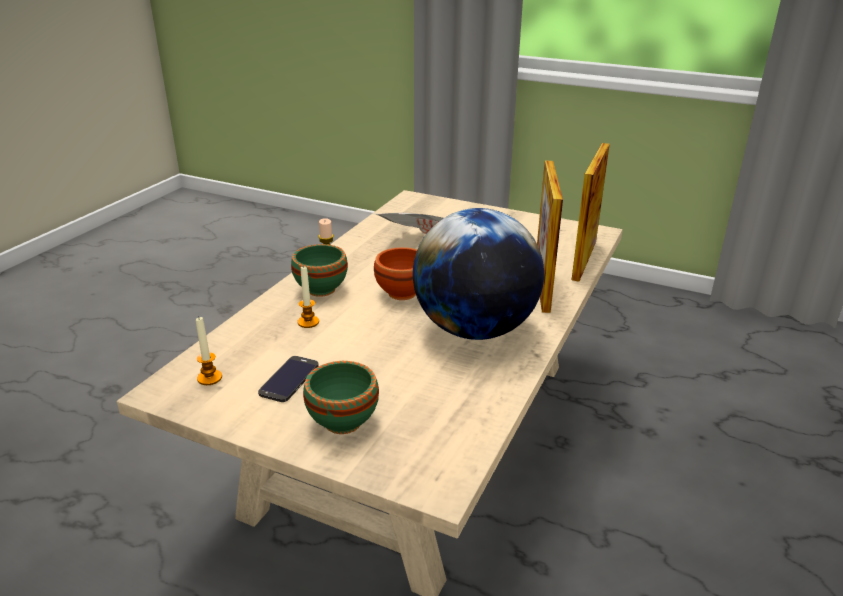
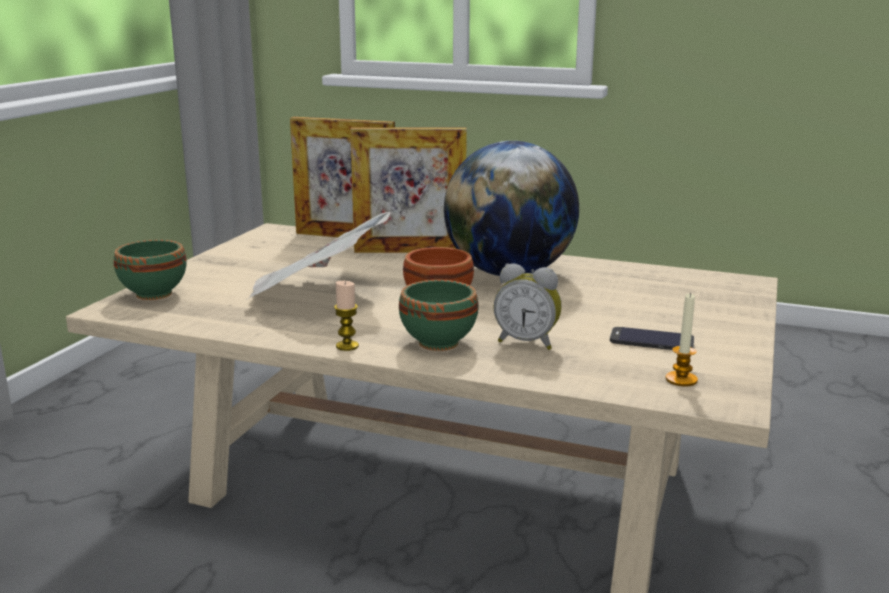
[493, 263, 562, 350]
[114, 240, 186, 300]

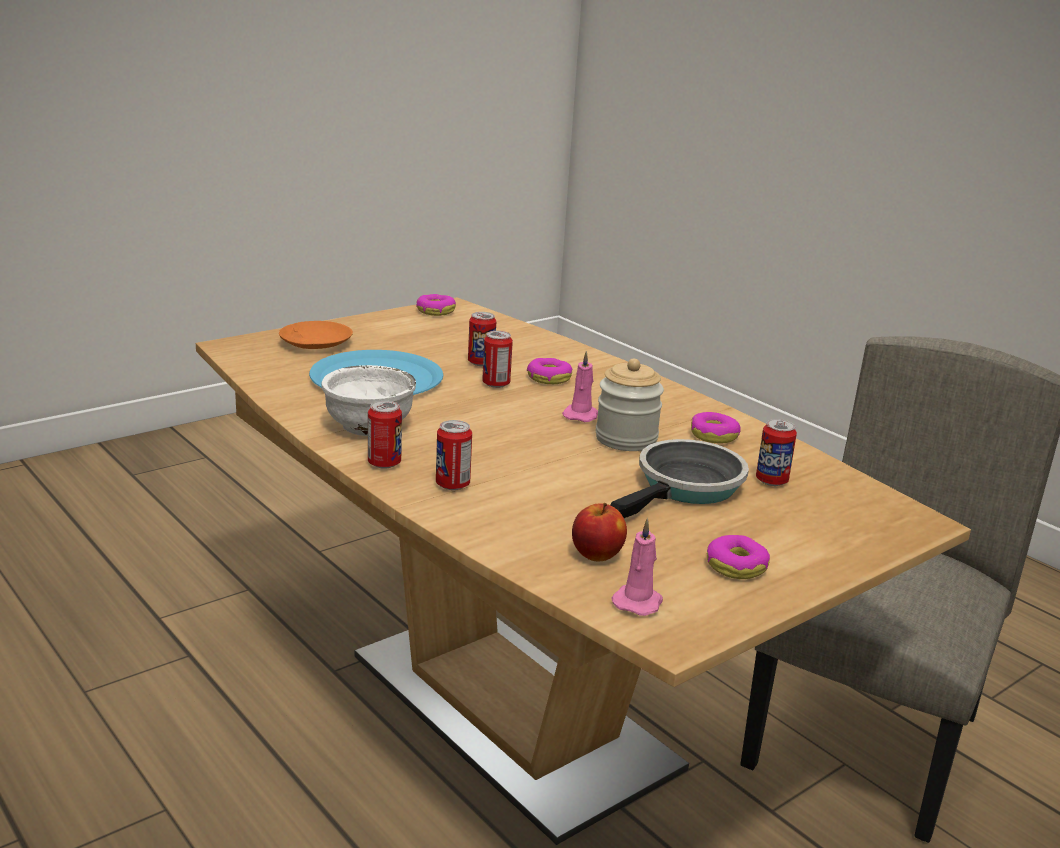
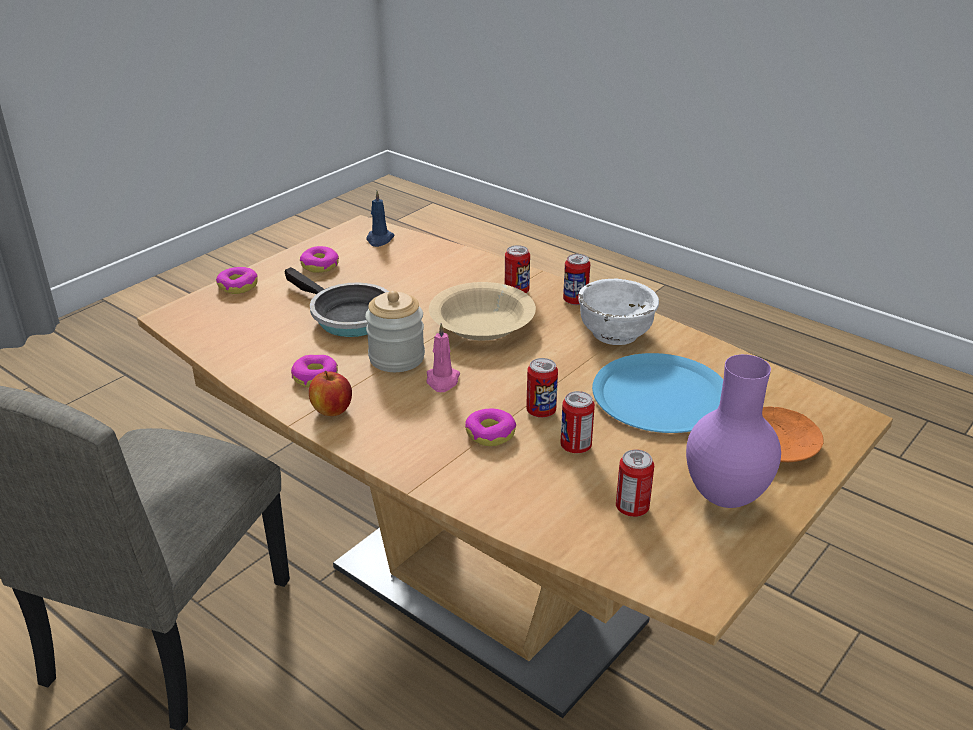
[216, 267, 258, 294]
[309, 371, 352, 416]
[285, 267, 389, 337]
[366, 191, 395, 247]
[616, 450, 654, 517]
[429, 282, 536, 340]
[686, 354, 781, 508]

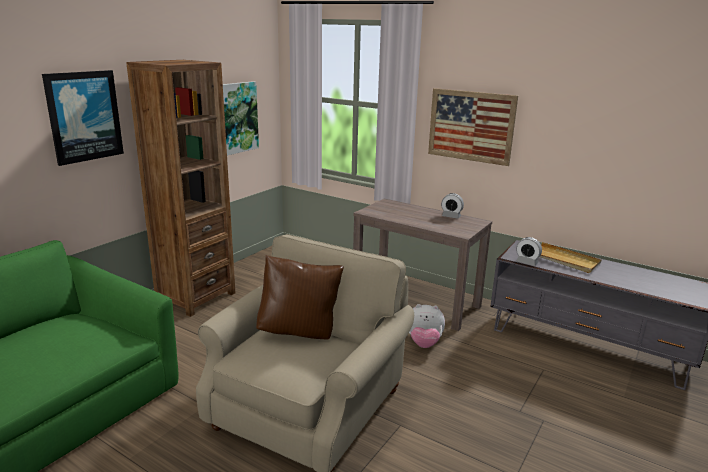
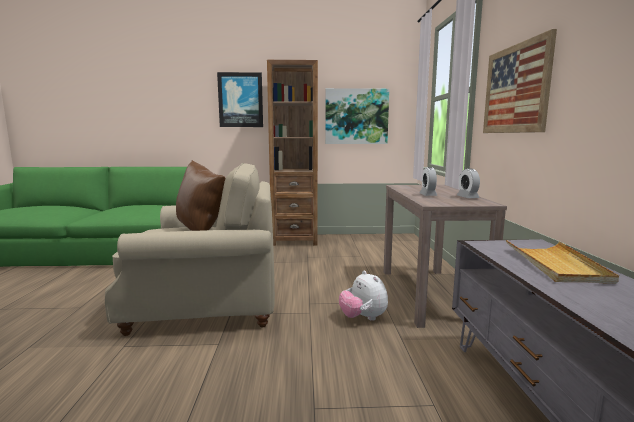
[420, 167, 437, 196]

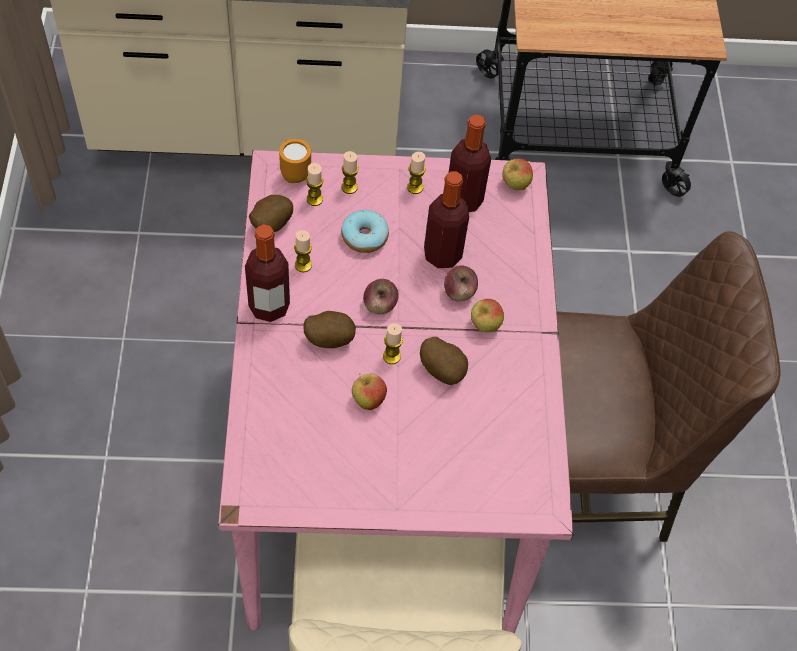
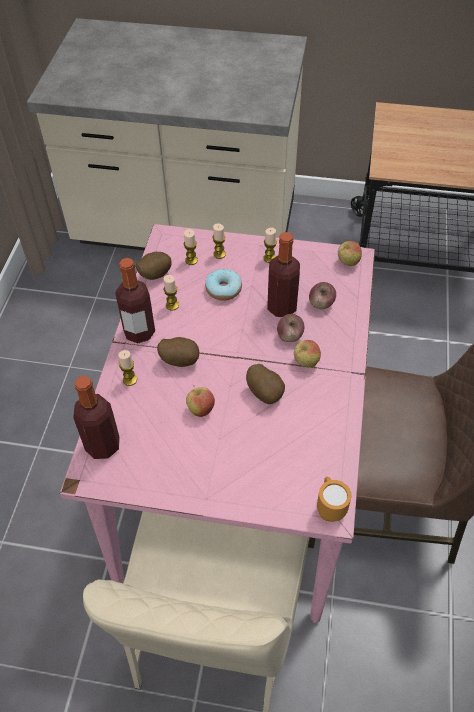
[317, 477, 352, 522]
[309, 282, 336, 309]
[118, 350, 137, 386]
[73, 376, 120, 459]

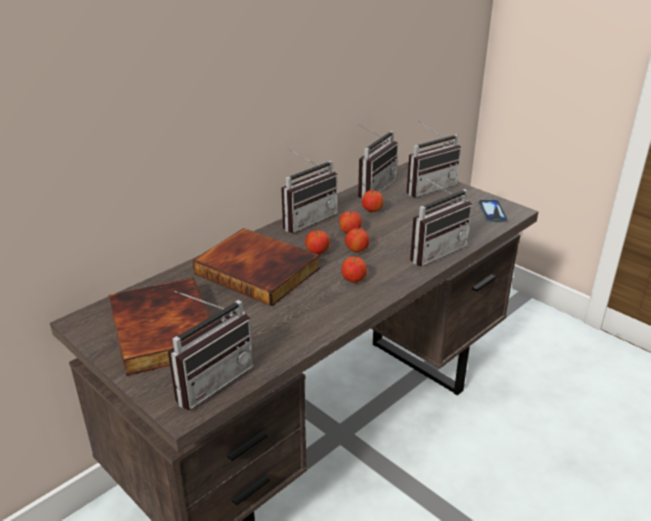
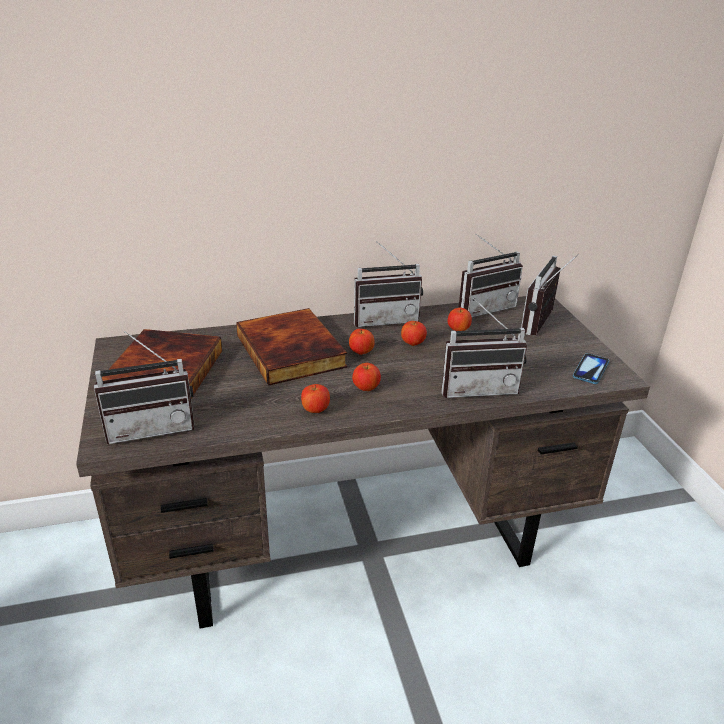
[301, 384, 330, 413]
[521, 254, 579, 335]

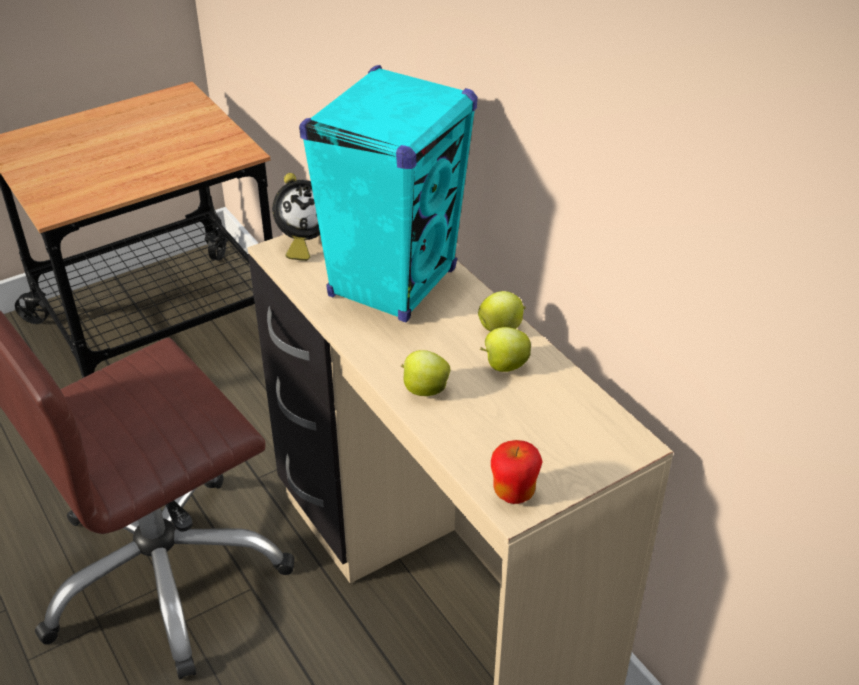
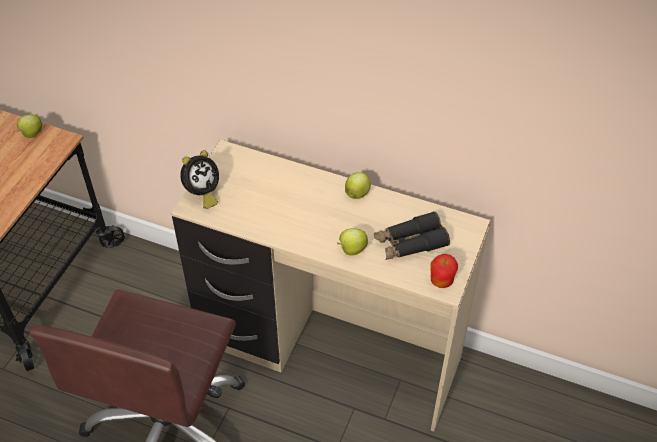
[299, 65, 478, 322] (first image)
[17, 115, 42, 138]
[374, 211, 450, 260]

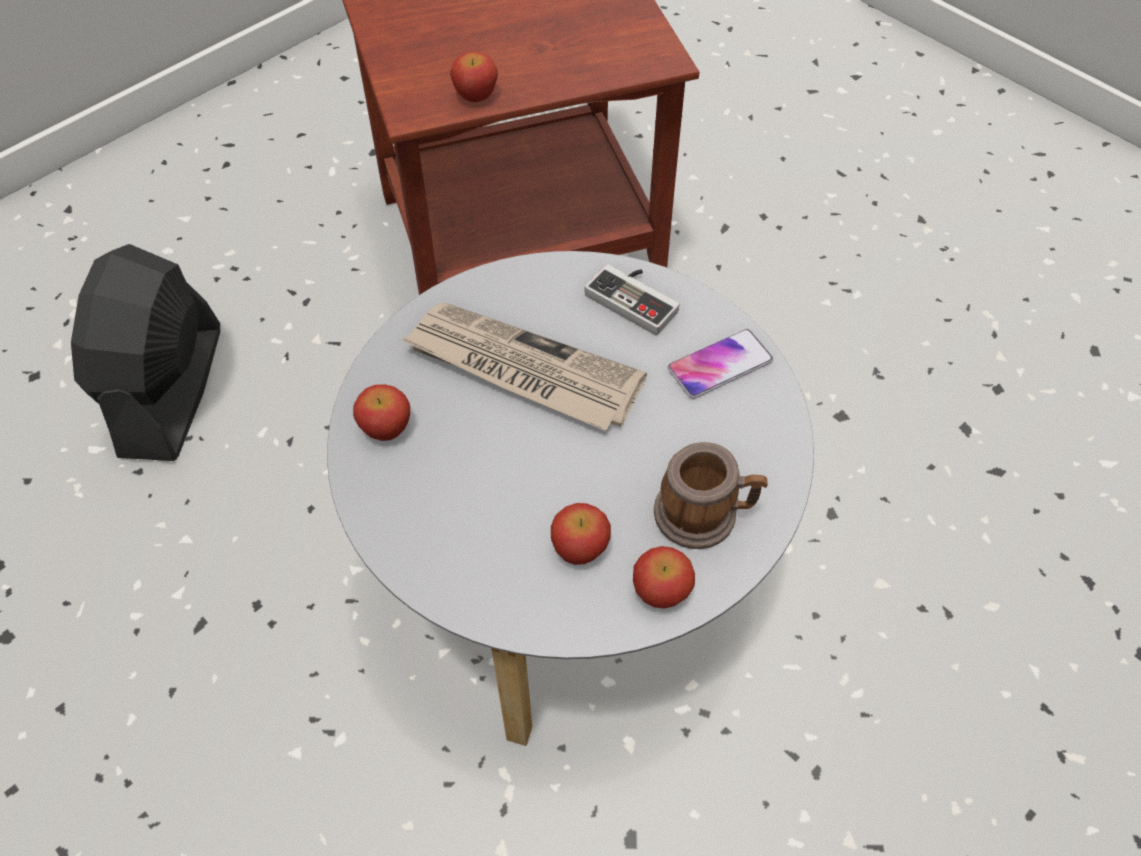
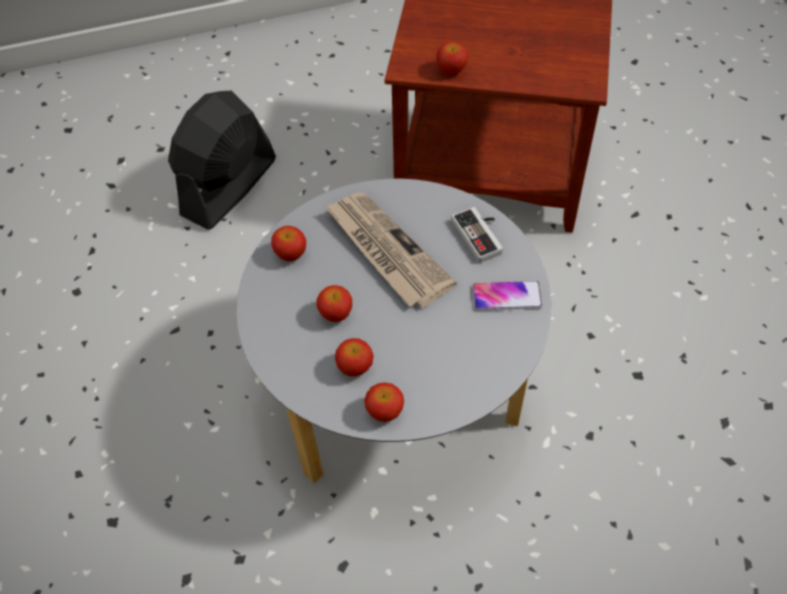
[654, 442, 768, 549] (first image)
[317, 285, 352, 322]

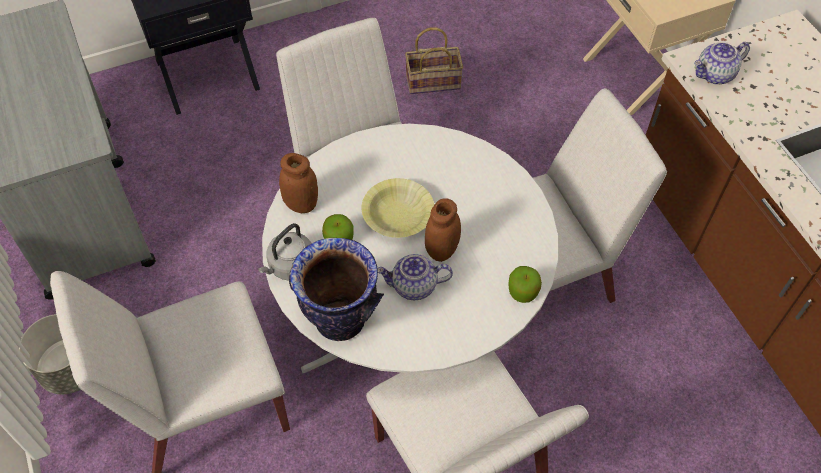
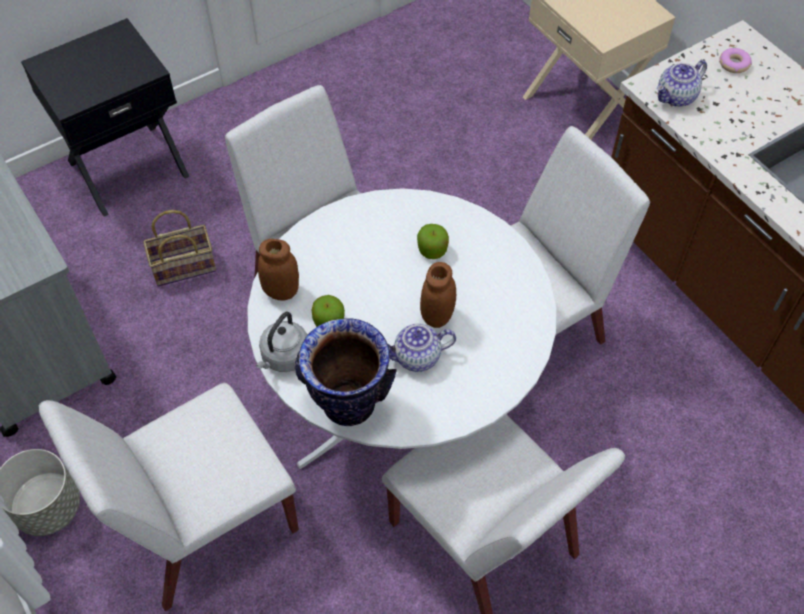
[361, 178, 434, 238] (first image)
[143, 210, 216, 287]
[417, 224, 449, 259]
[719, 48, 752, 73]

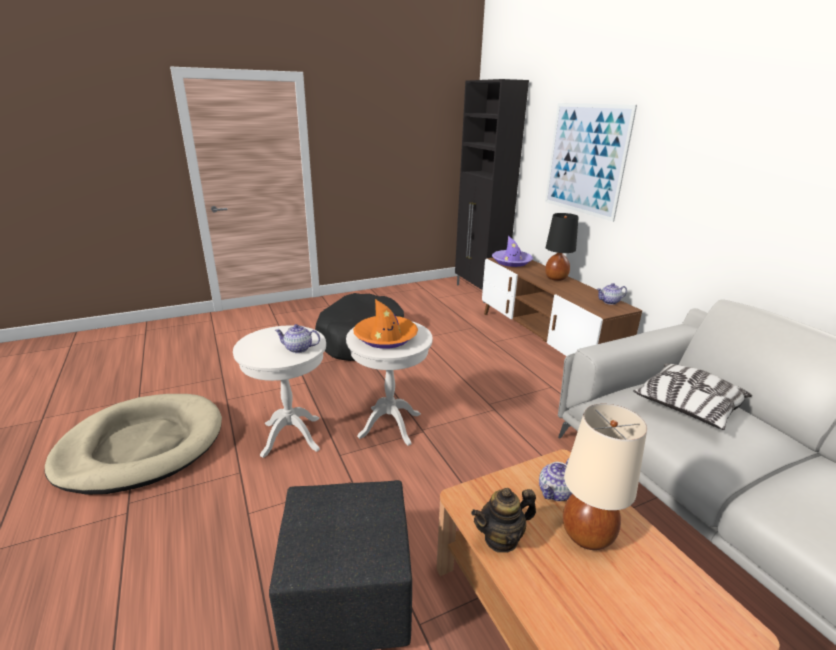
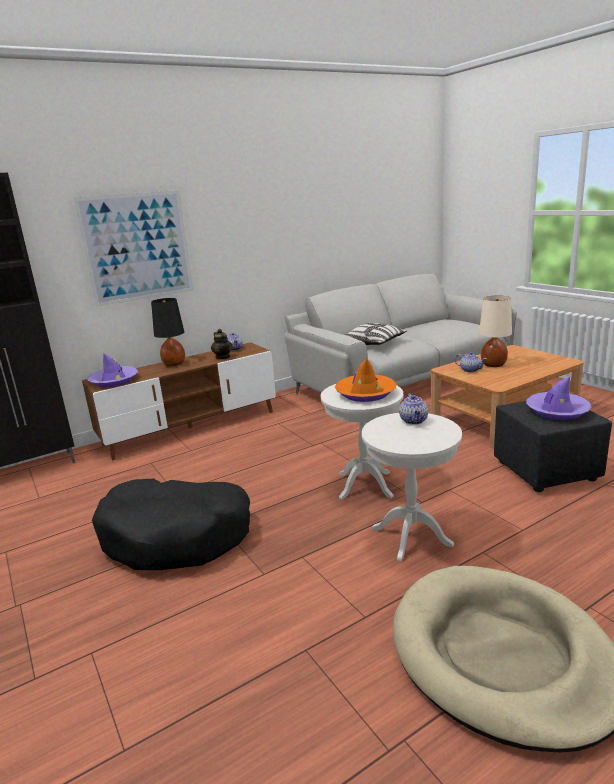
[211, 329, 232, 359]
[526, 377, 592, 420]

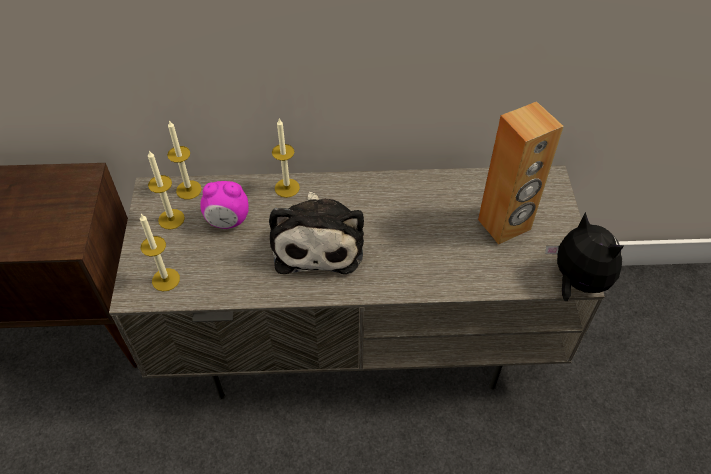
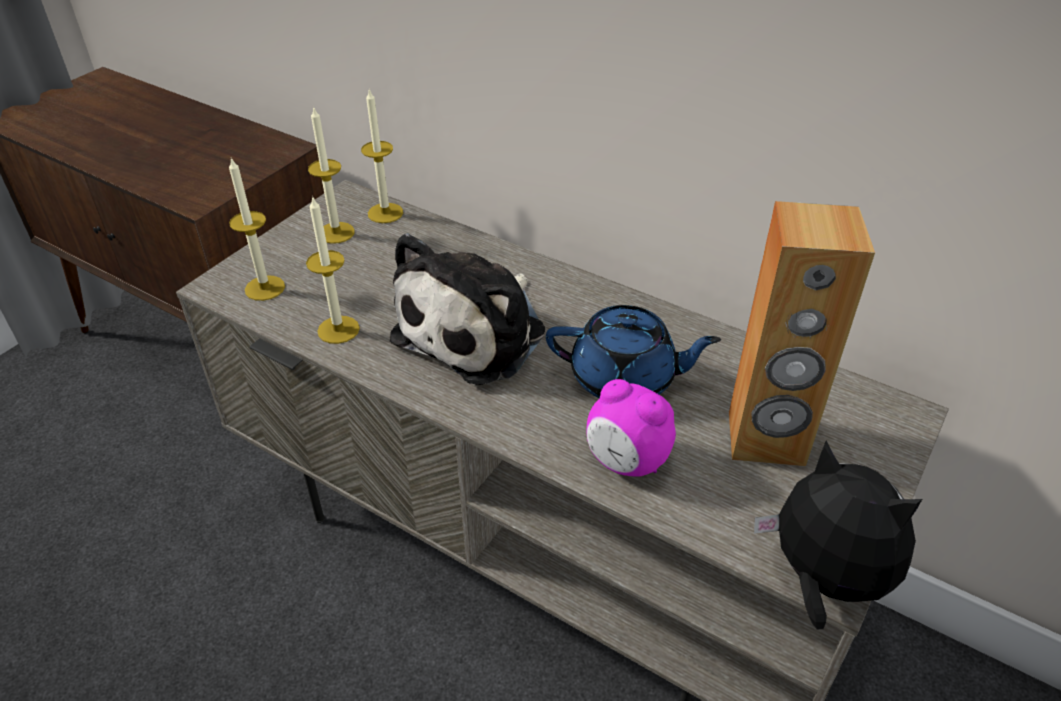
[586, 379, 676, 477]
[306, 196, 360, 344]
[754, 441, 922, 630]
[546, 305, 721, 398]

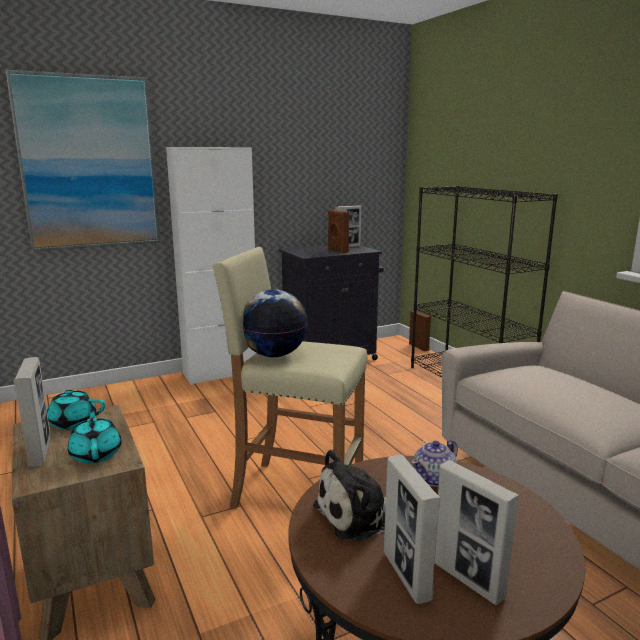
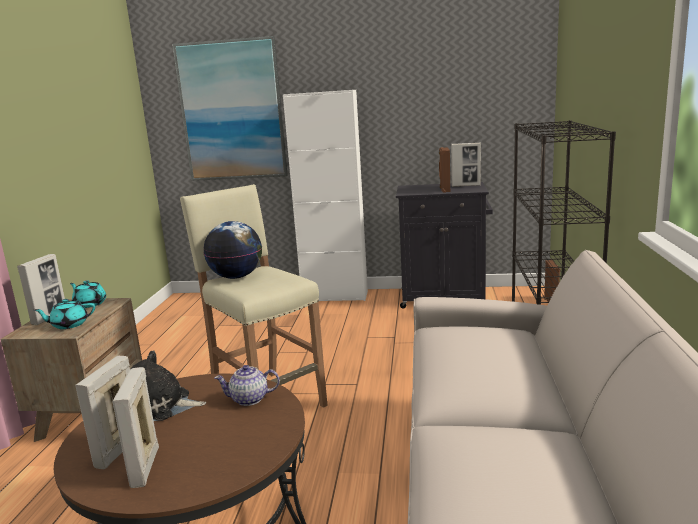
[34, 299, 95, 329]

